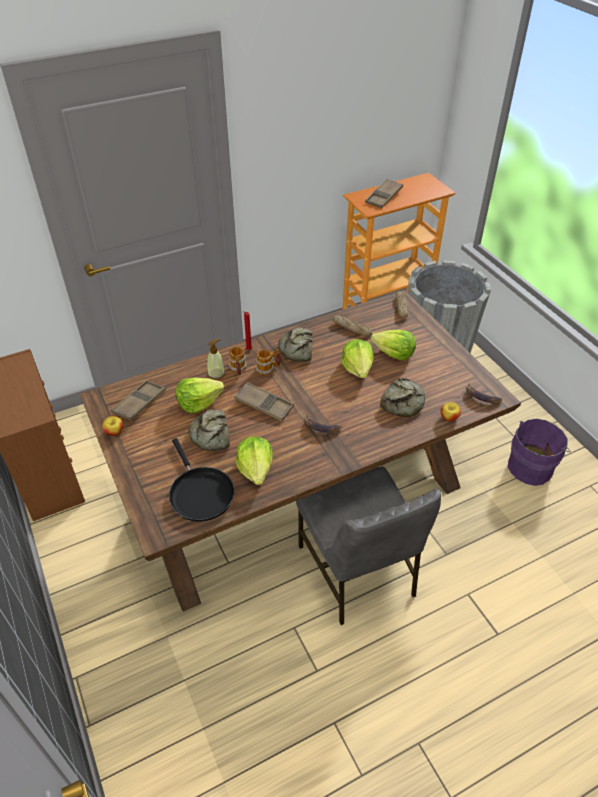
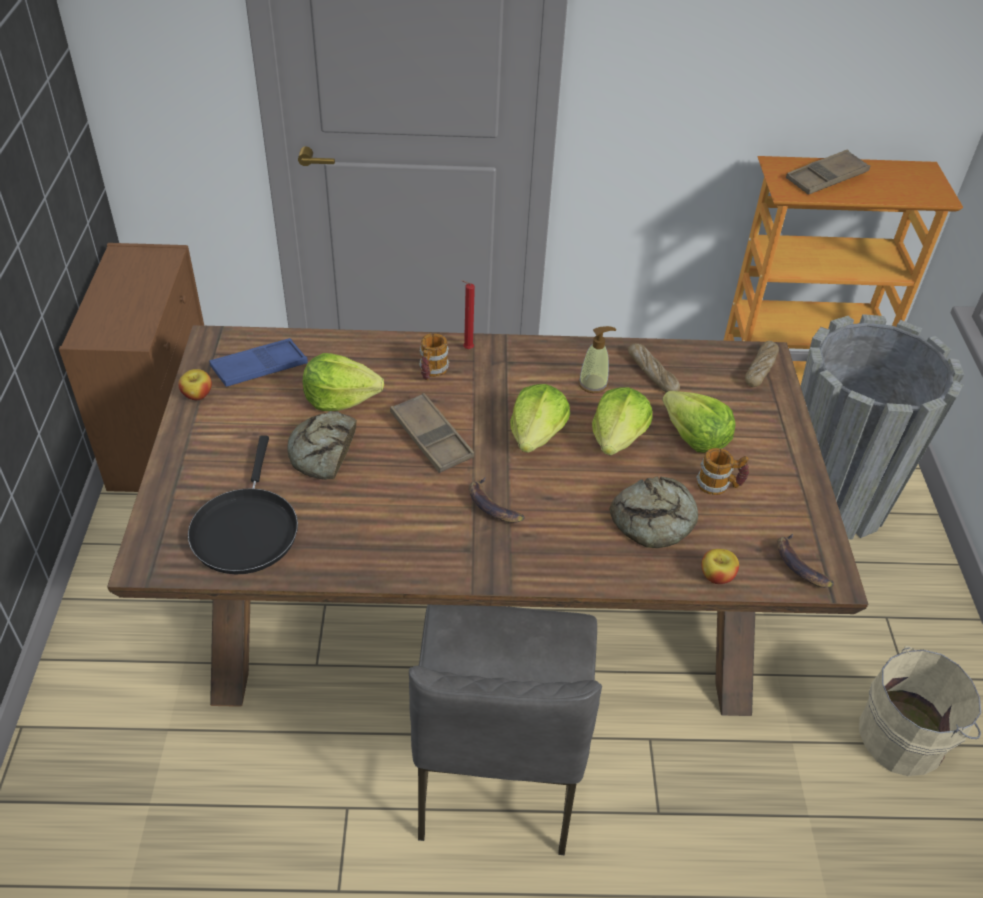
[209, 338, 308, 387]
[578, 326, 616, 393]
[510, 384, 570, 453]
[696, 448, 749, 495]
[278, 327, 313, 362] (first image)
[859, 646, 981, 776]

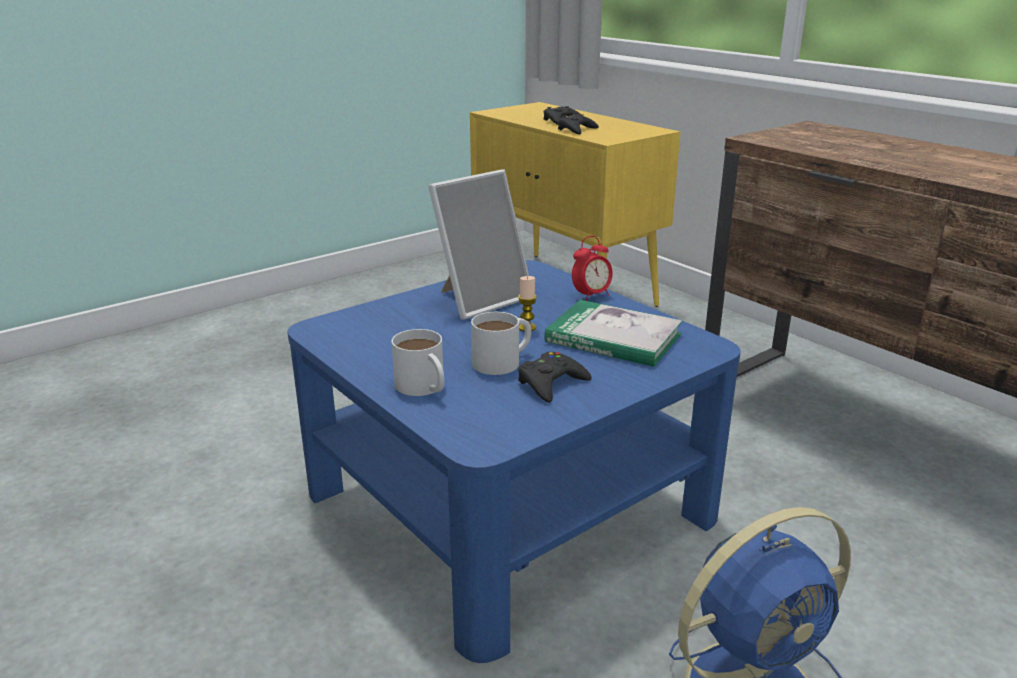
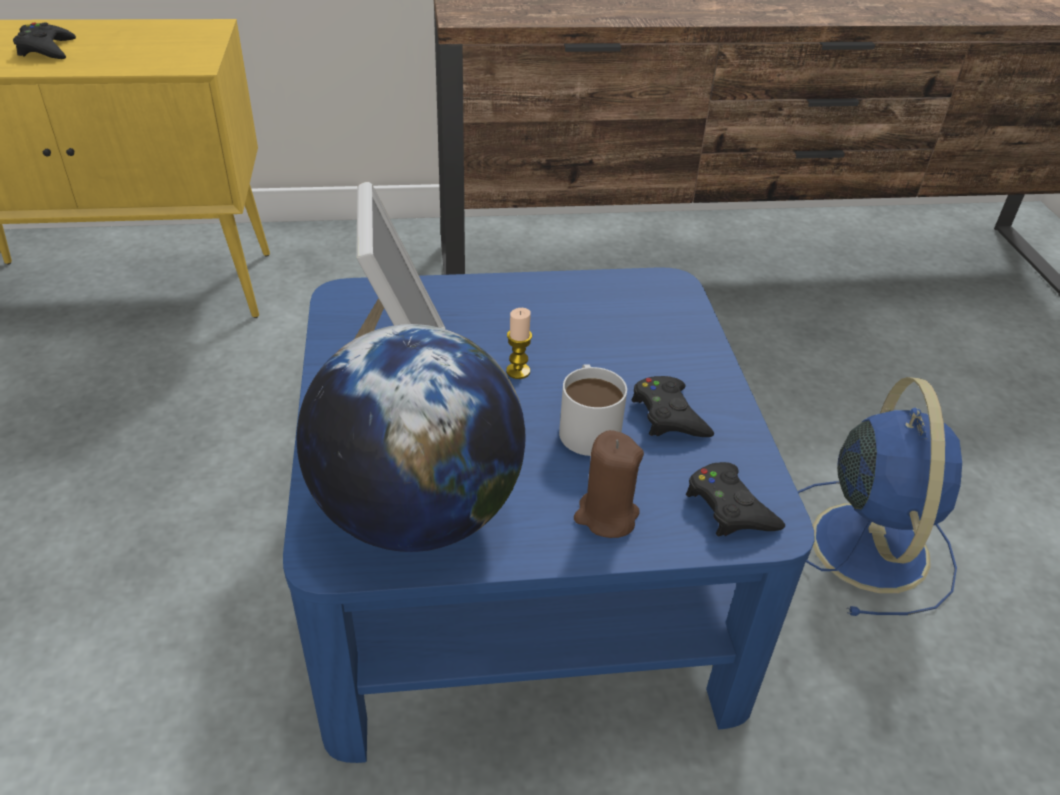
[574, 430, 644, 538]
[544, 300, 683, 367] (first image)
[686, 462, 785, 537]
[572, 236, 613, 301] (first image)
[297, 324, 526, 552]

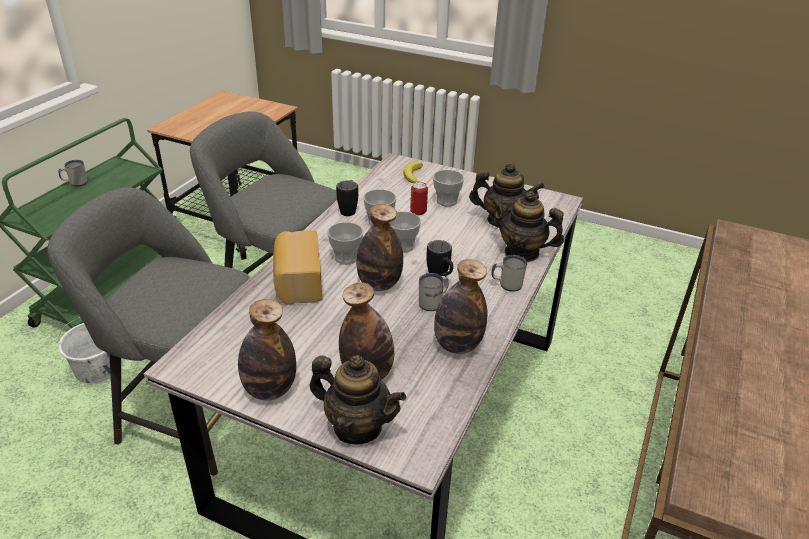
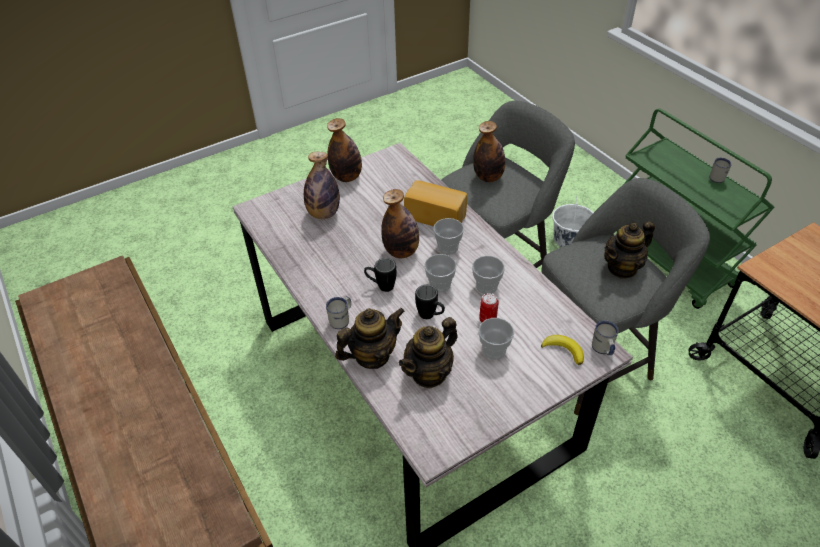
[604, 221, 655, 279]
[415, 285, 445, 319]
[592, 321, 619, 355]
[473, 121, 505, 182]

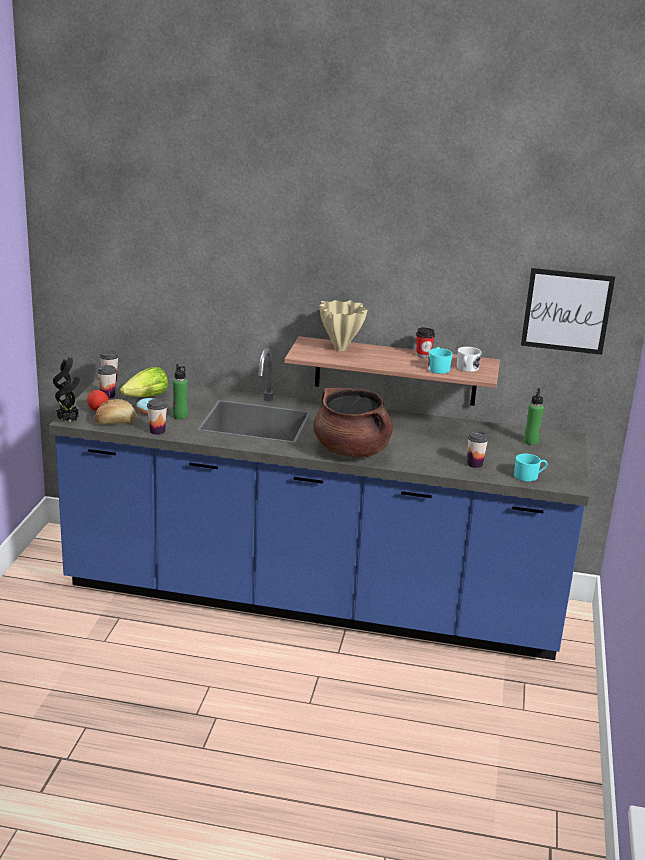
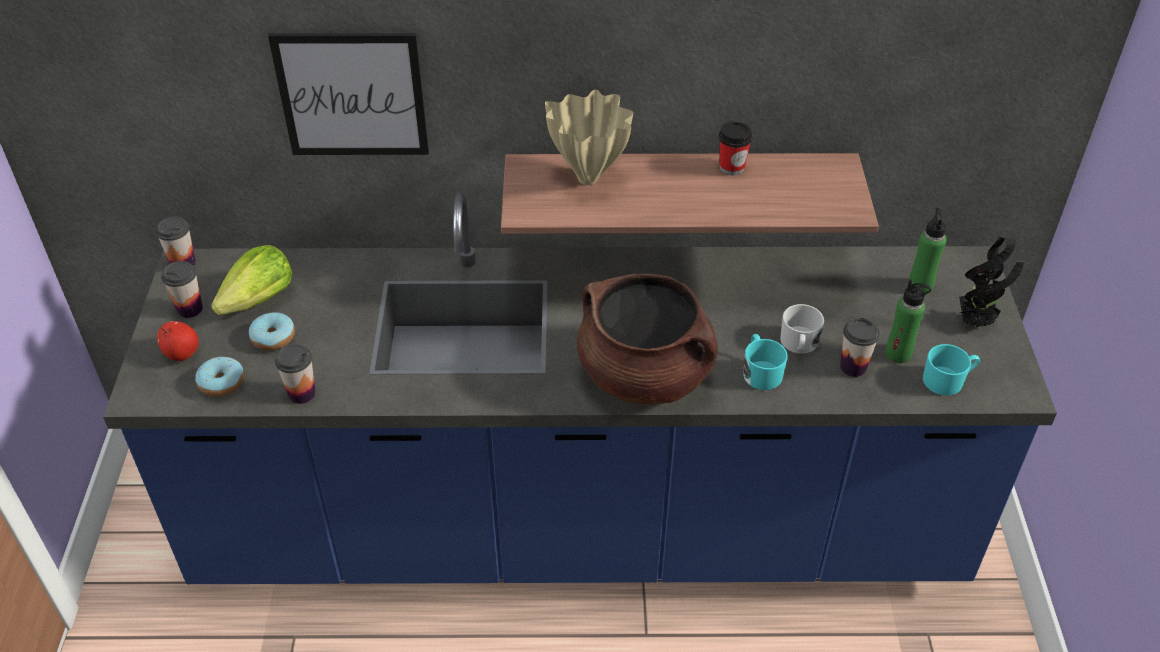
[959, 229, 1024, 327]
[195, 357, 244, 397]
[885, 279, 931, 363]
[743, 334, 788, 390]
[780, 304, 824, 354]
[268, 33, 429, 155]

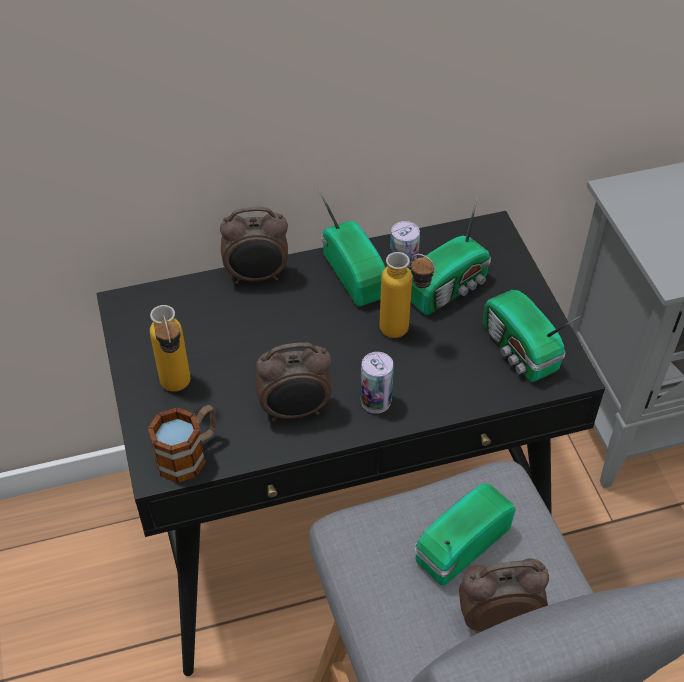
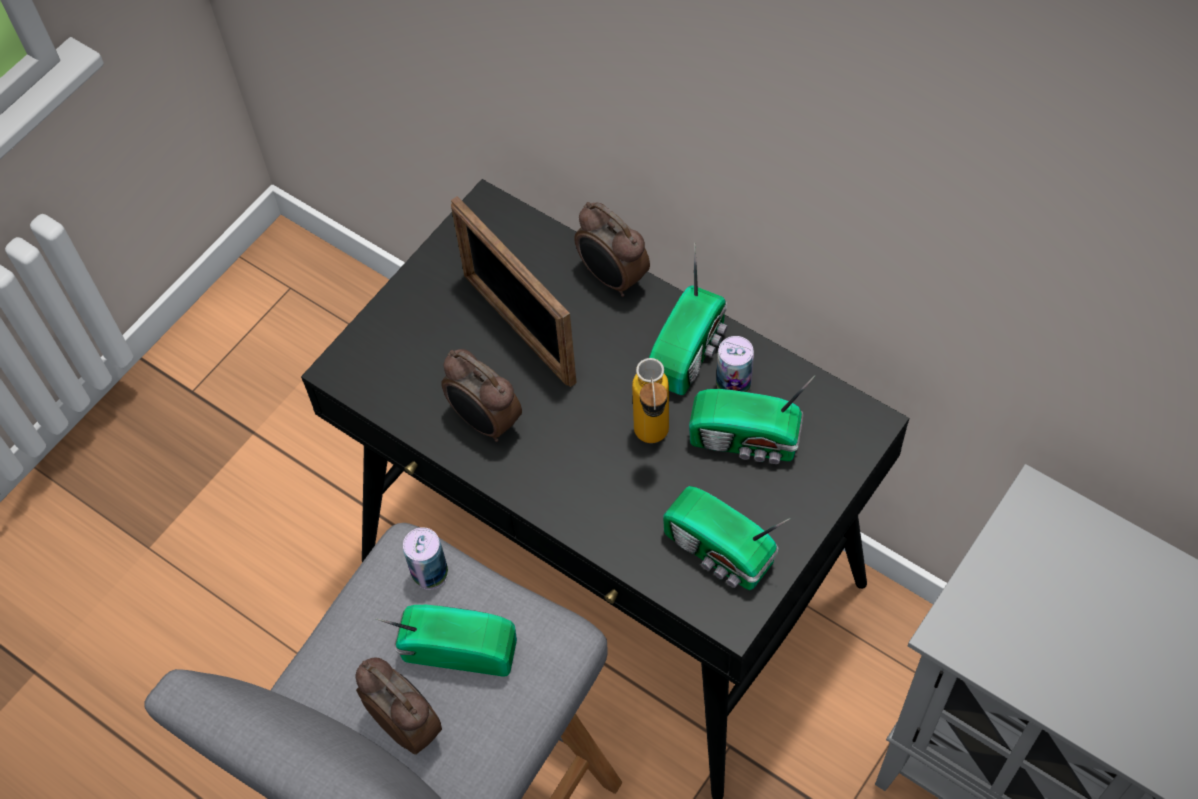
[148, 405, 216, 483] (first image)
[150, 305, 190, 392] (first image)
[403, 527, 448, 590]
[663, 486, 790, 590]
[451, 196, 577, 387]

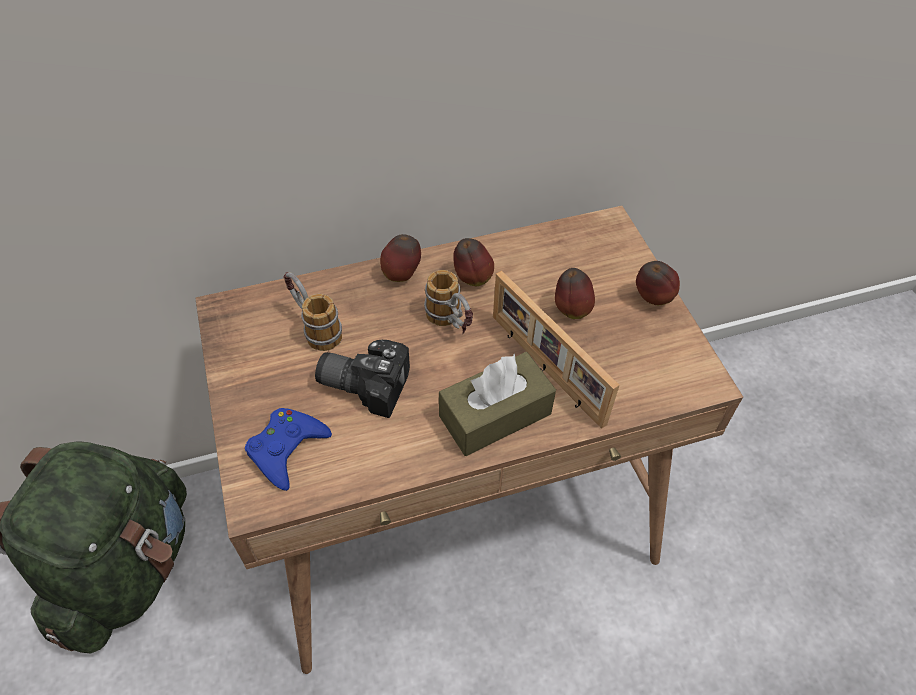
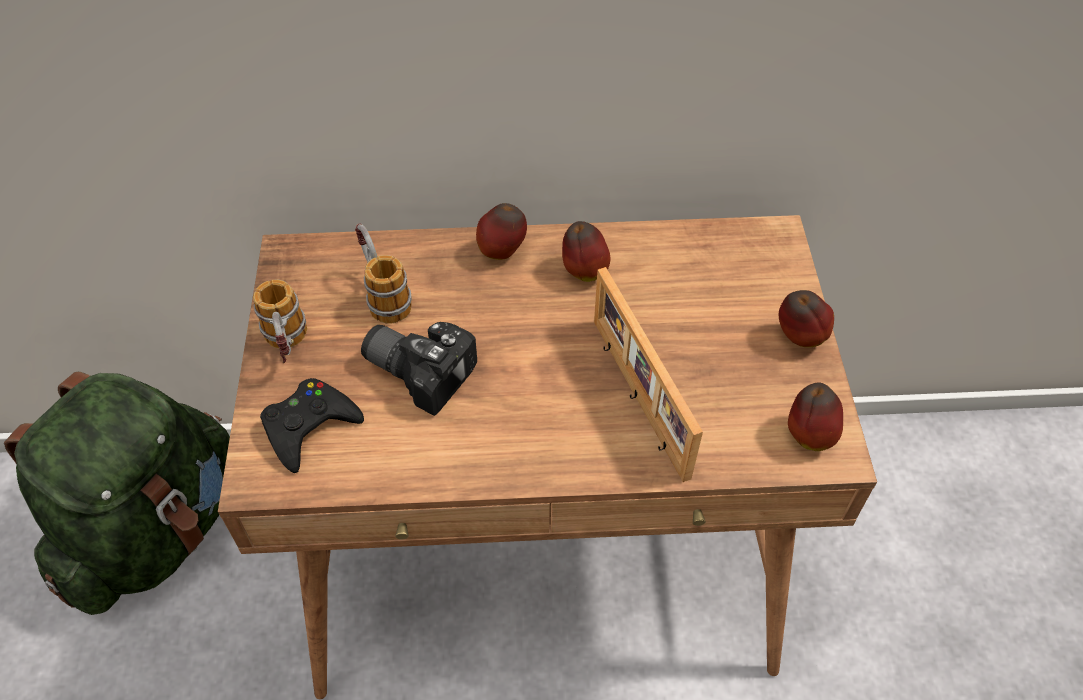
[260, 378, 364, 473]
[253, 279, 307, 363]
[439, 352, 556, 456] (first image)
[788, 382, 843, 451]

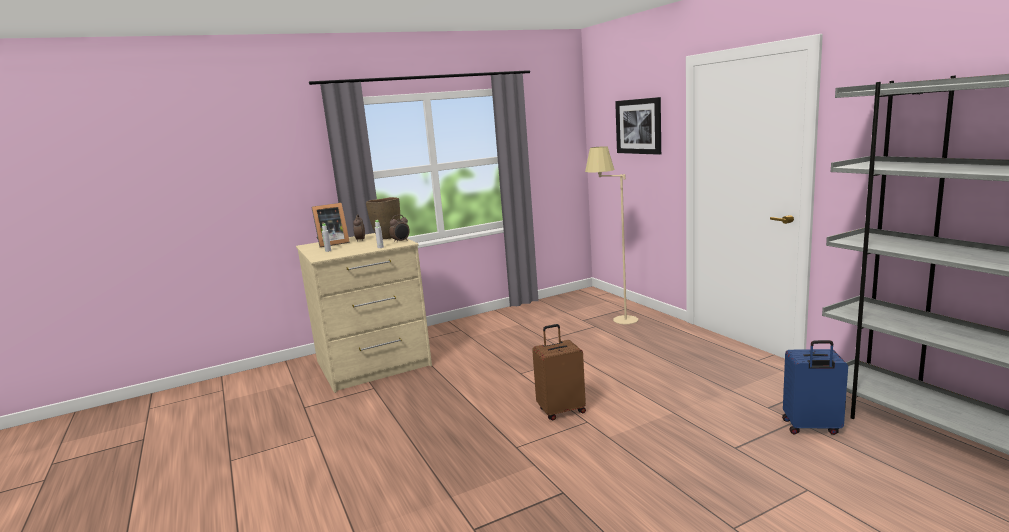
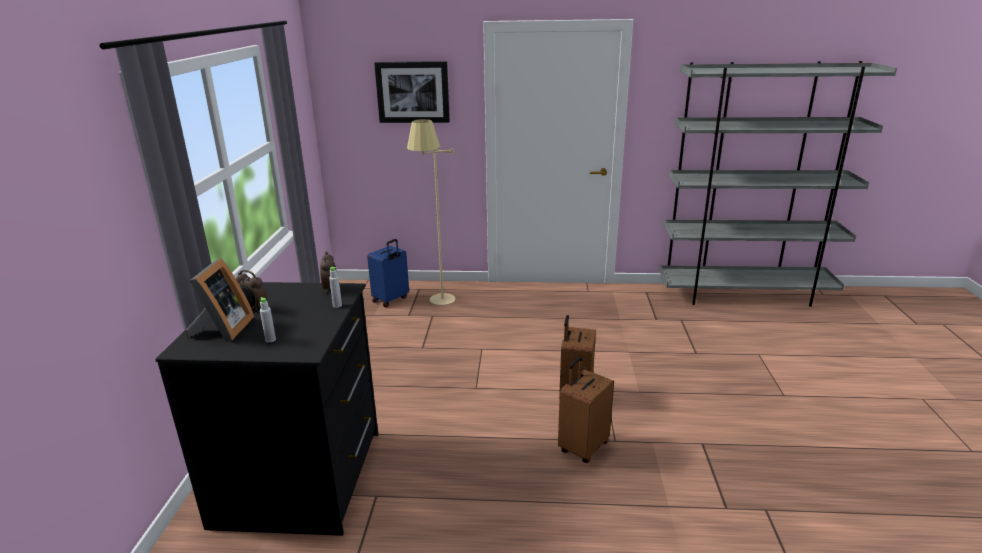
[155, 282, 378, 536]
[366, 197, 400, 239] (first image)
[367, 239, 409, 307]
[558, 357, 614, 463]

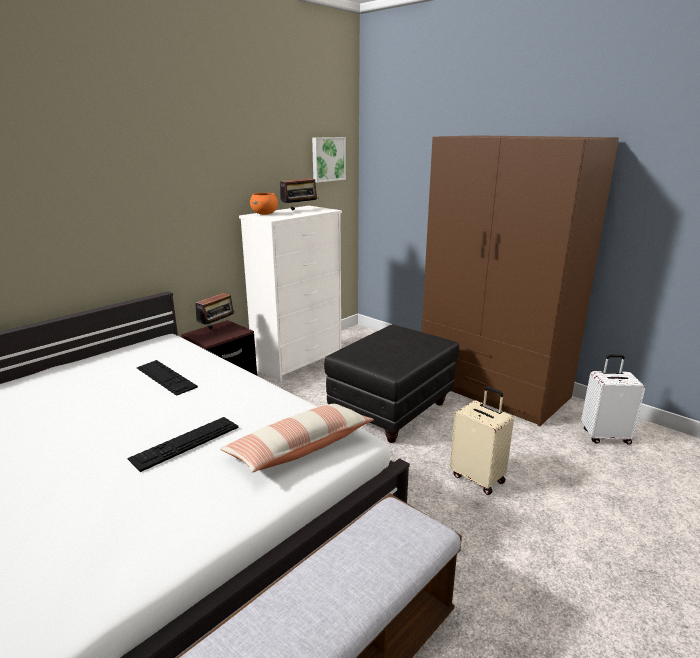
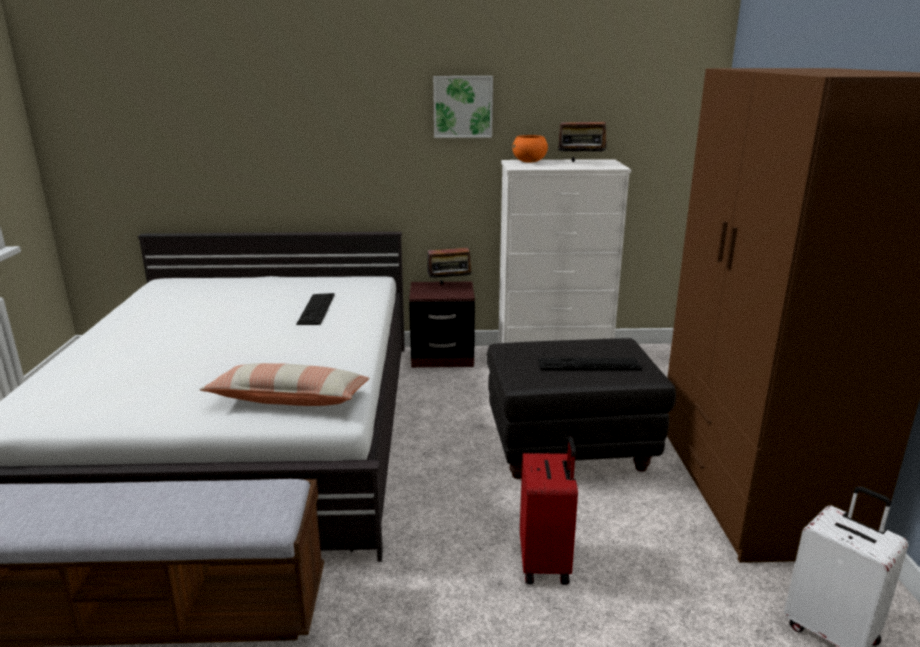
[538, 358, 642, 370]
[433, 76, 493, 138]
[520, 436, 578, 585]

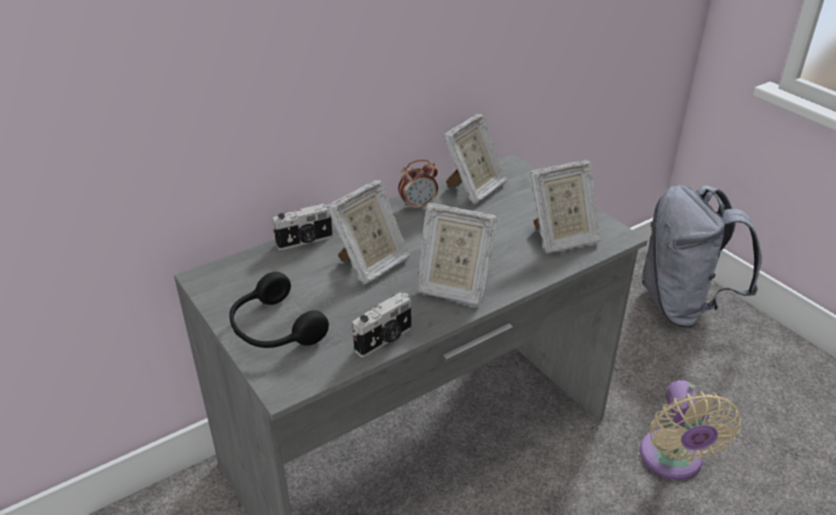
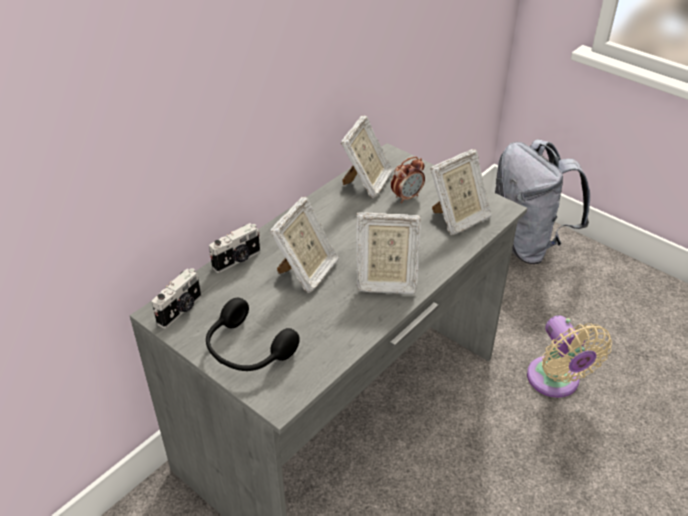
[152, 268, 201, 328]
[391, 156, 425, 203]

